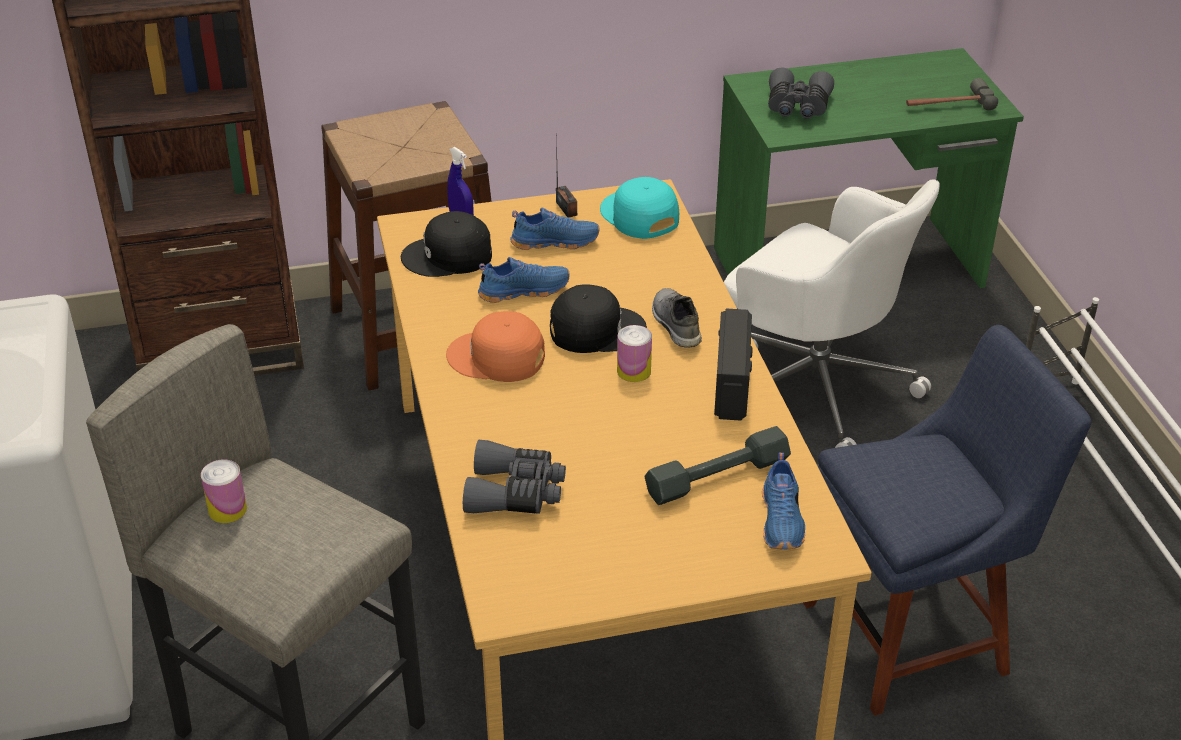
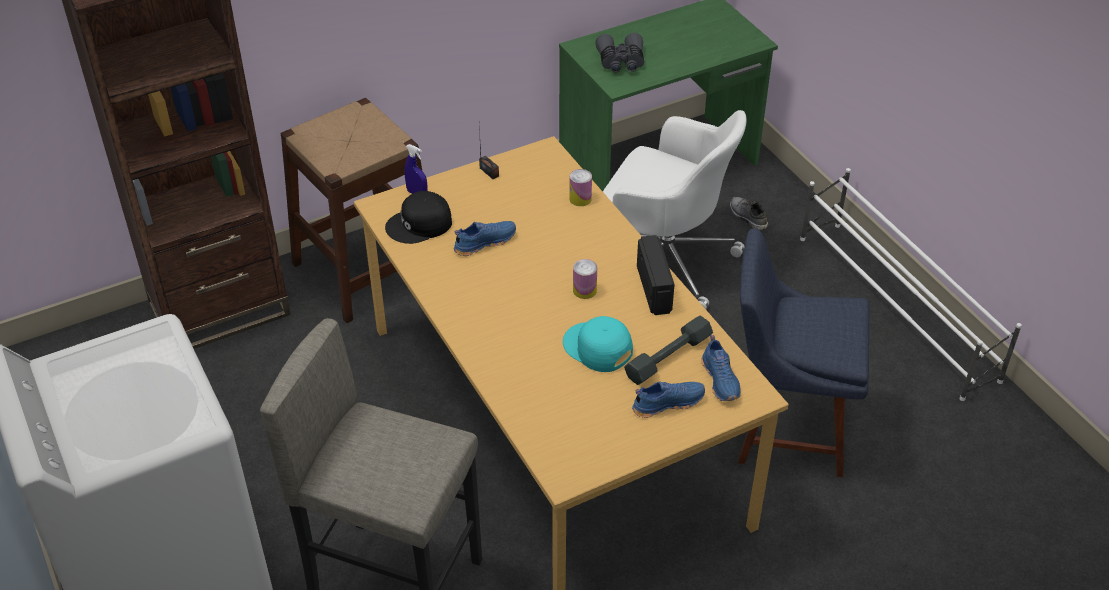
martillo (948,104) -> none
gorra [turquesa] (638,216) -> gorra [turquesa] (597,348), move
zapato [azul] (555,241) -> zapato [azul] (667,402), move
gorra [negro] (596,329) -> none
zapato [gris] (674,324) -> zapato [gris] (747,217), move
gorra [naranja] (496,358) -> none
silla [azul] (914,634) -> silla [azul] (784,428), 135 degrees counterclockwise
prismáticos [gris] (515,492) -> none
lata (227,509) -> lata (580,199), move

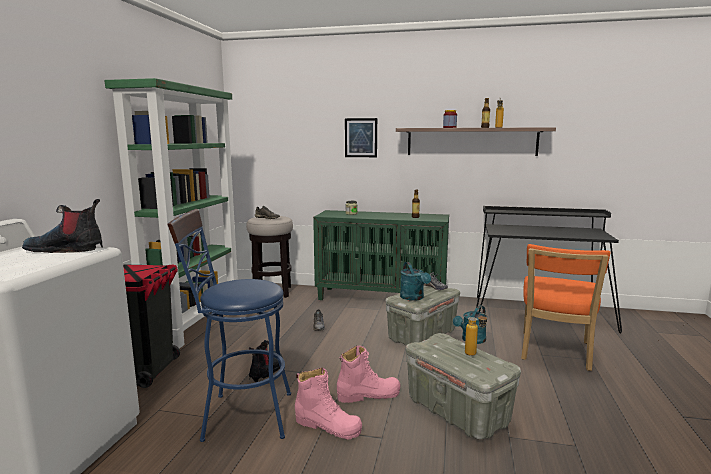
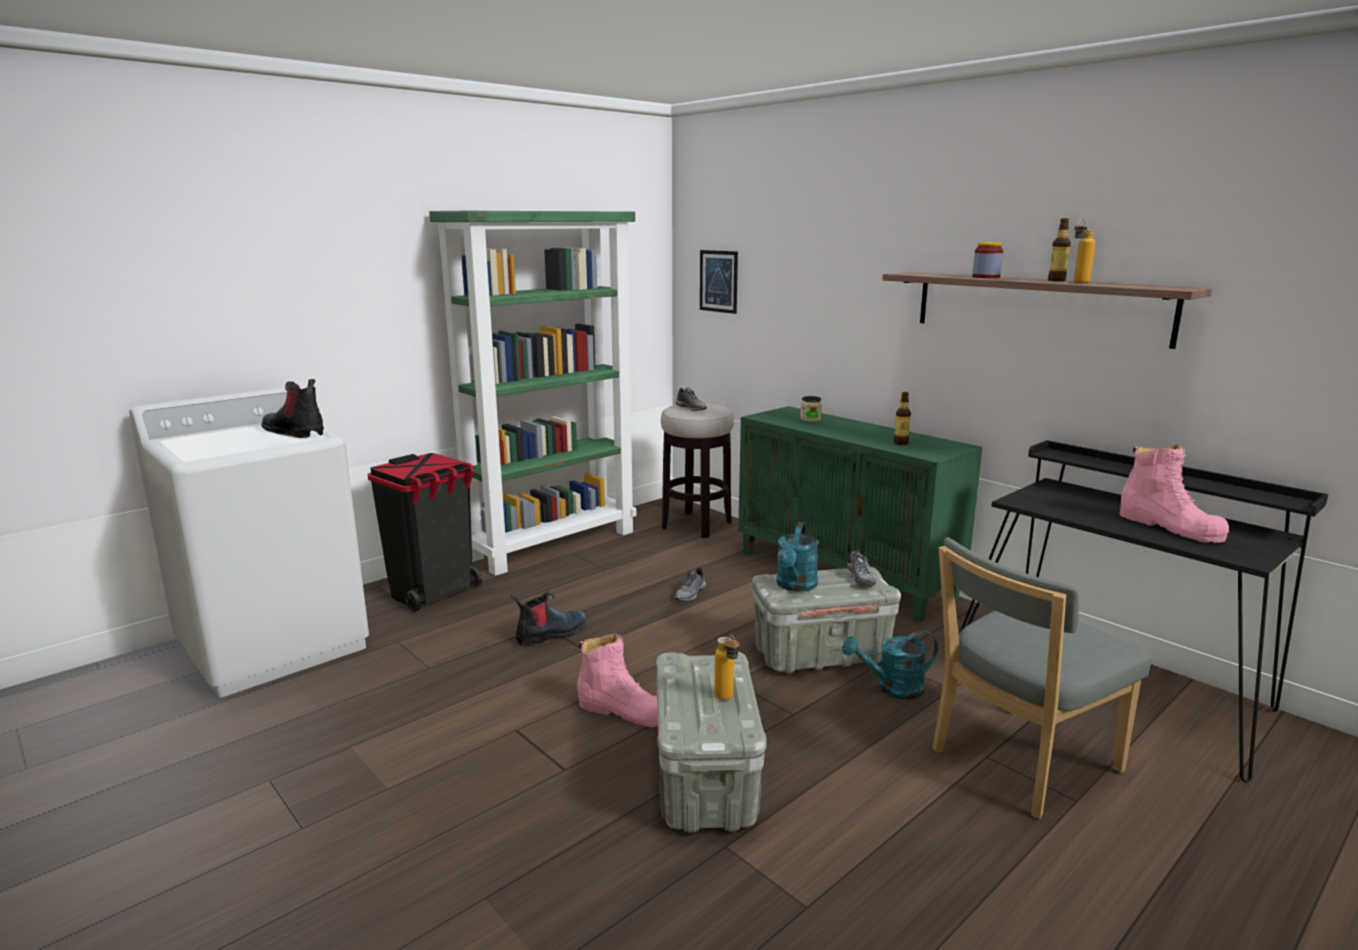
cuadro (361,137) -> cuadro (718,281), move
taburete [azul] (239,416) -> none
silla [naranja] (554,353) -> silla [gris] (1018,763)
bota [rosa] (328,425) -> bota [rosa] (1170,527), move

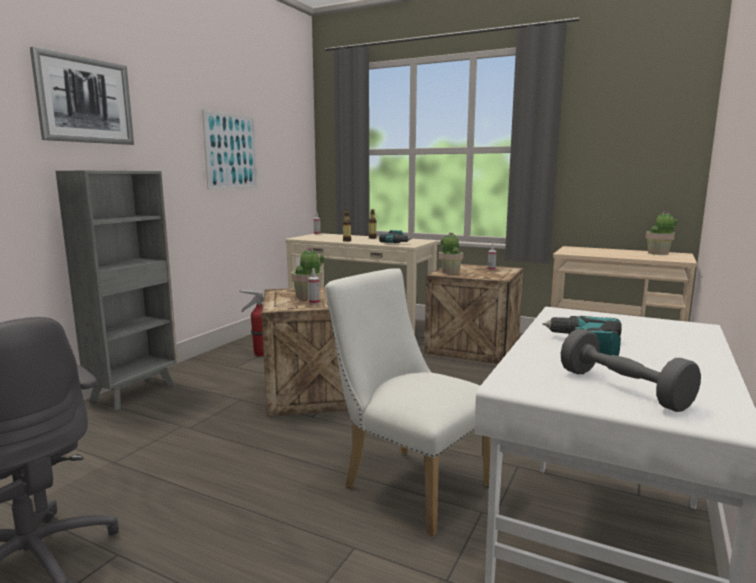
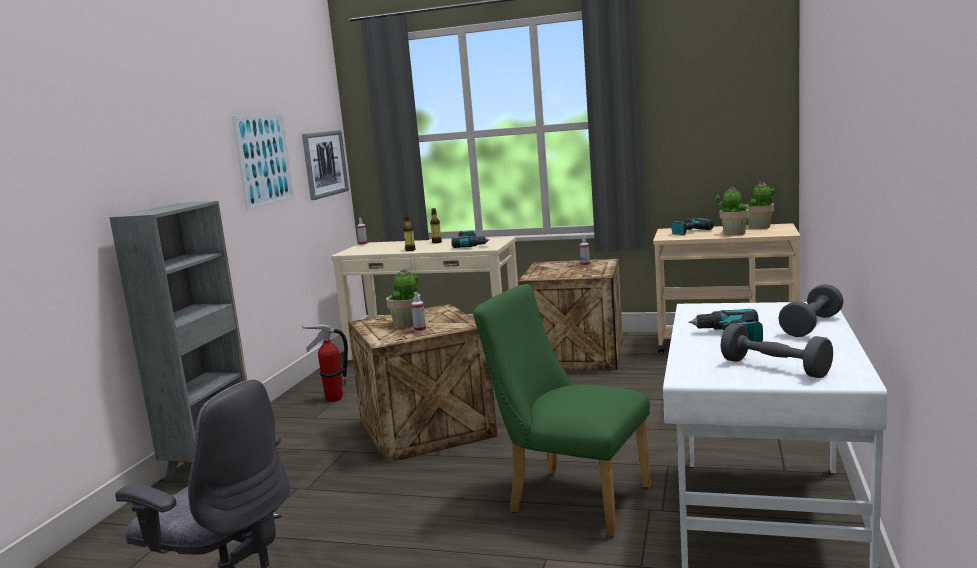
cuadro (85,100) -> cuadro (324,164), move
planta en maceta (450,272) -> planta en maceta (734,233), move
silla [blanco] (408,483) -> silla [verde] (569,498)
none -> taladro (688,231)
none -> mancuerna [gris] (811,325)

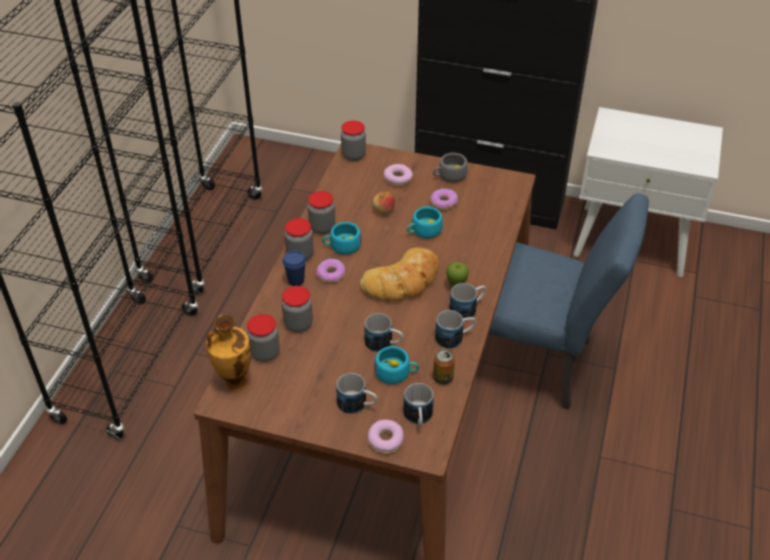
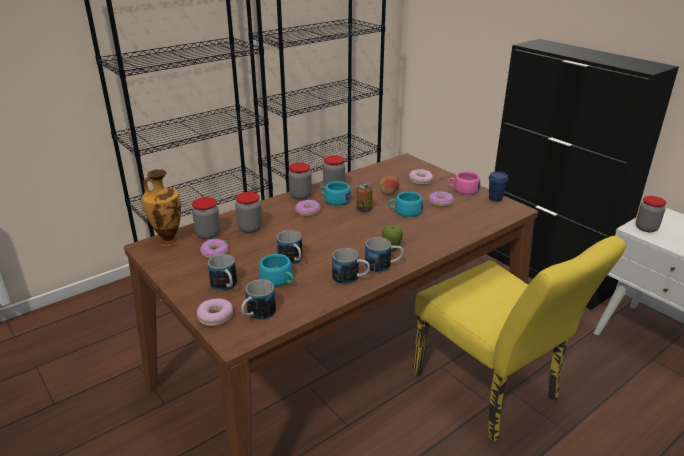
tarro (353,155) -> tarro (646,228), move
taza [gris] (449,176) -> taza [rosa] (462,190)
silla [azul] (535,363) -> silla [amarillo] (492,393)
pan (403,281) -> none
taza [azul] (296,280) -> taza [azul] (495,198), move
lata (443,378) -> lata (364,209), move
none -> rosquilla (215,252)

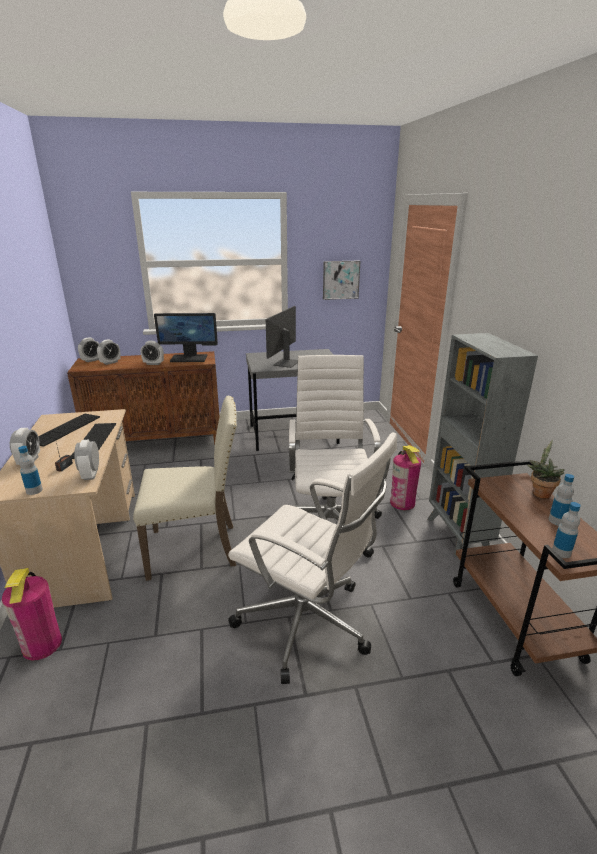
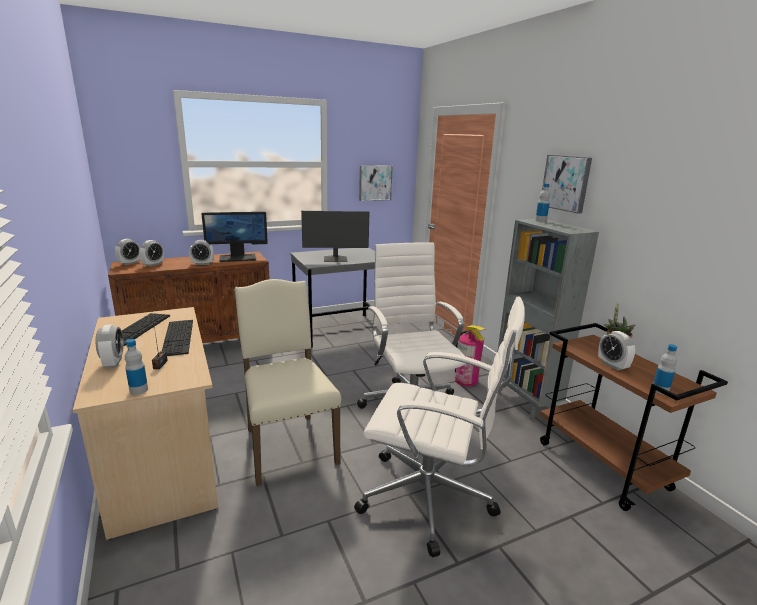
monitor (286,363) -> monitor (335,259), 105 degrees counterclockwise
silla [beis] (195,549) -> silla [beis] (288,445), 90 degrees counterclockwise
despertador (91,474) -> despertador (612,365), move
botella (557,521) -> botella (540,220), move
extintor (42,644) -> none
none -> cuadro (566,183)

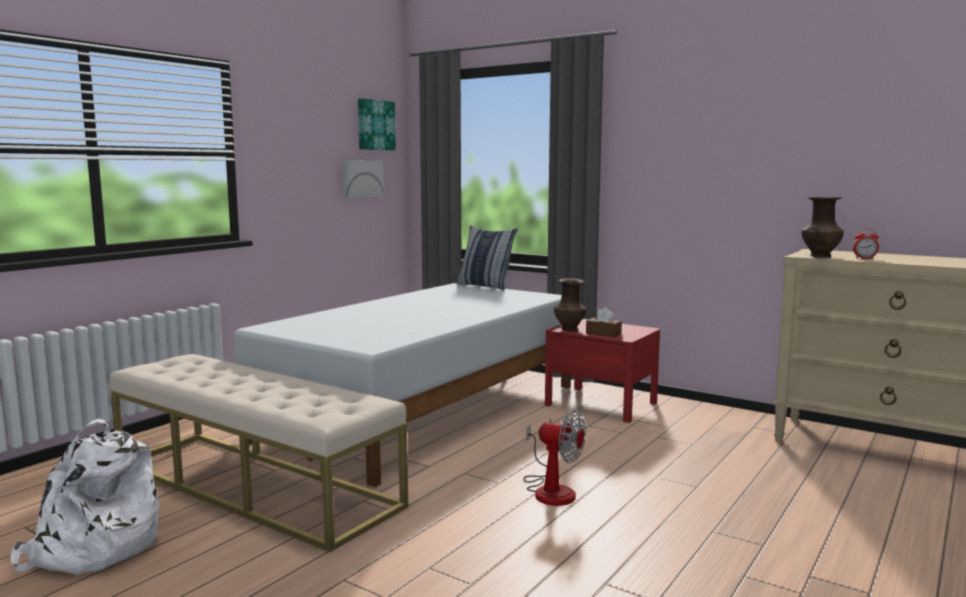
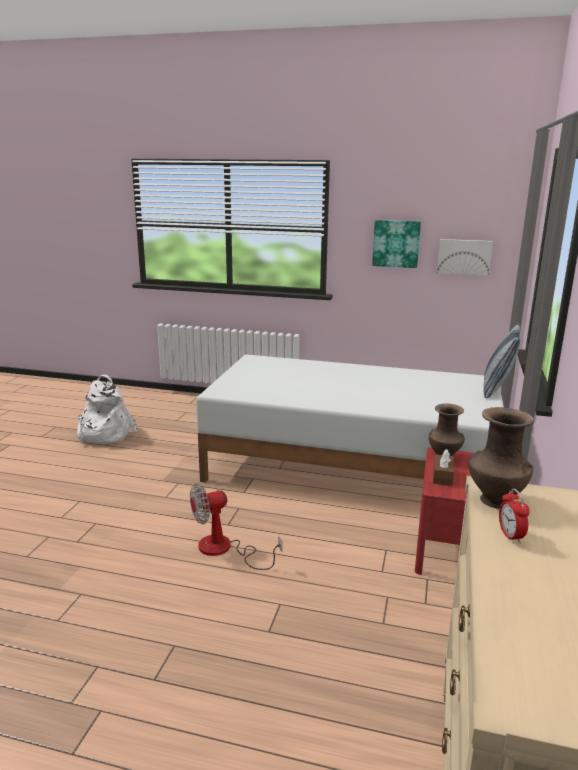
cuadro (375,125) -> cuadro (396,243), move
banco [beis] (253,484) -> none
ventilador (551,490) -> ventilador (224,550), 60 degrees clockwise

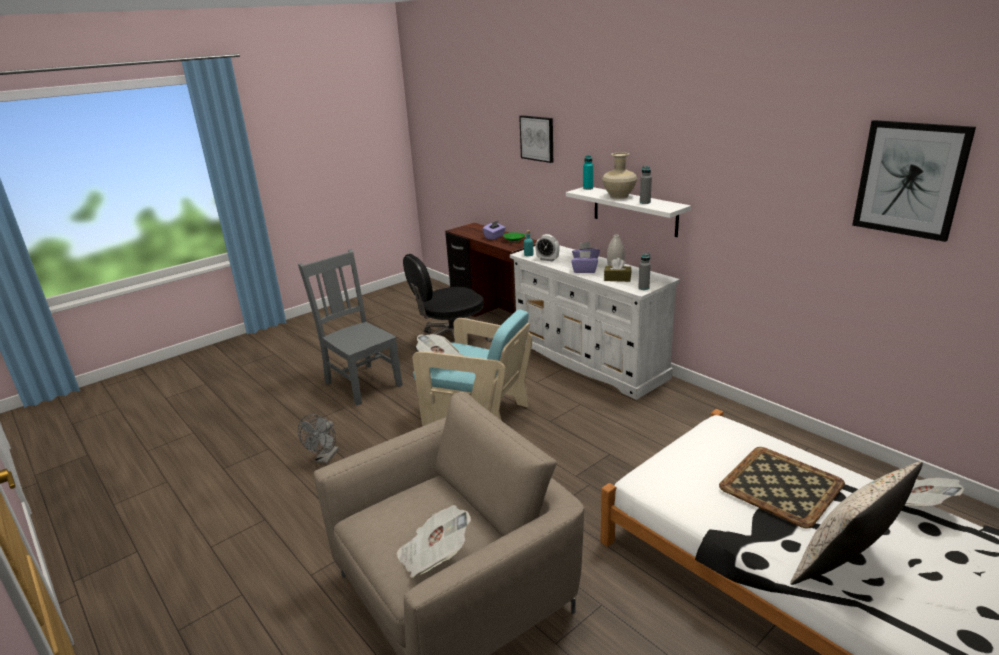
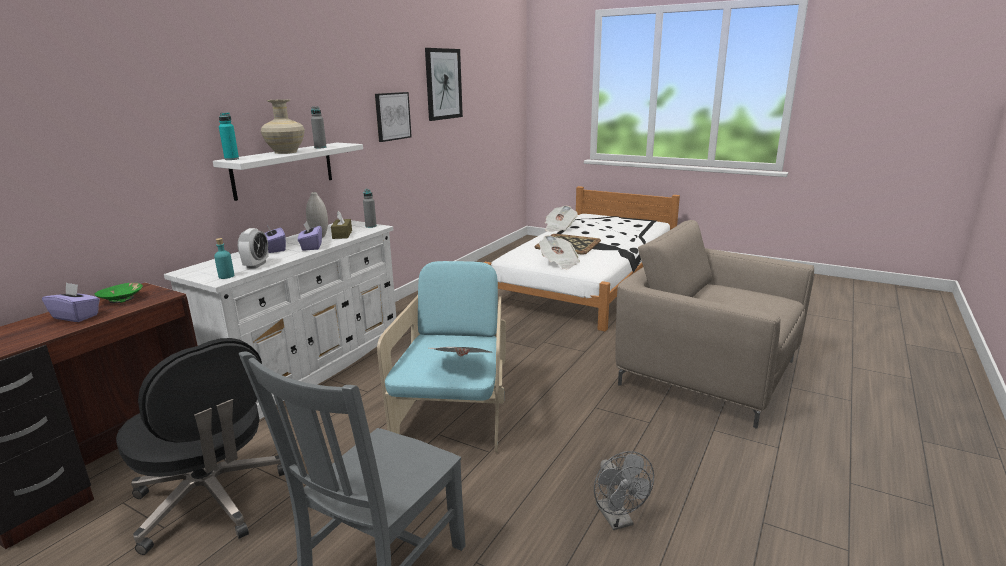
cuadro (537,138) -> cuadro (392,116), move
ventilador [gris] (325,459) -> ventilador [gris] (618,520), 75 degrees clockwise
cojín [beis] (845,566) -> none
periódico (434,555) -> periódico (559,263), move

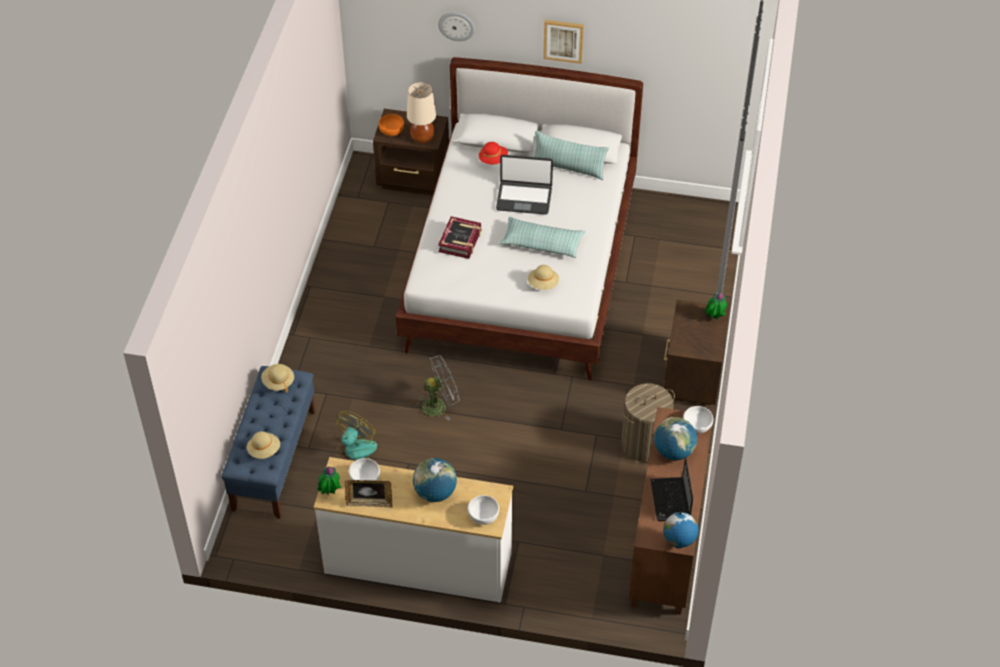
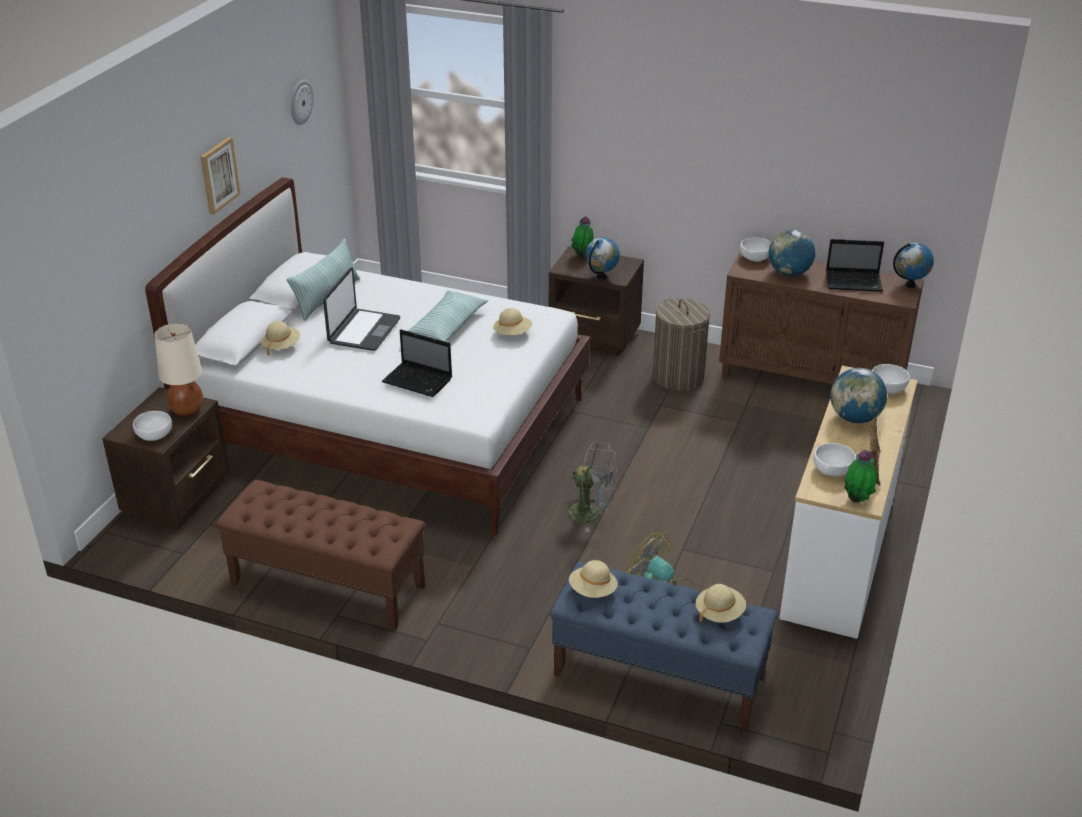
reloj de pared (456,25) -> reloj de pared (300,102), move
cuenco [naranja] (391,131) -> cuenco [blanco] (154,435)
sombrero [rojo] (493,159) -> sombrero [beis] (281,346)
libro (460,241) -> portátil (419,381)
ventilador [gris] (439,405) -> ventilador [gris] (591,514), 120 degrees clockwise
none -> globo terráqueo (602,277)
none -> banco [marrón] (327,585)

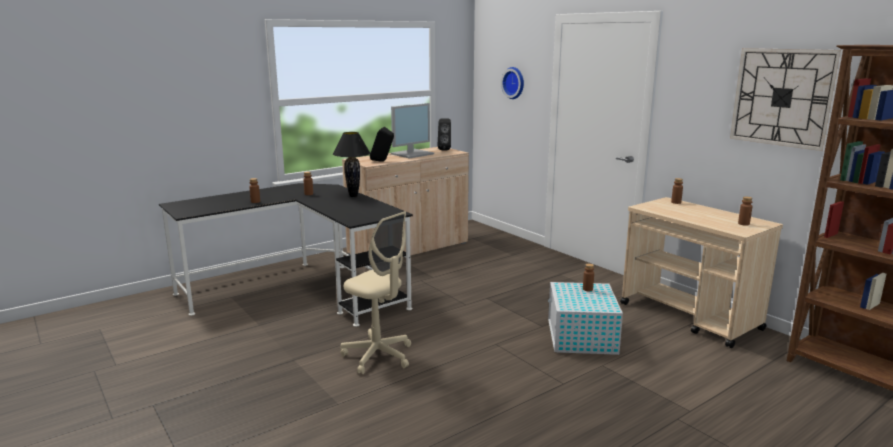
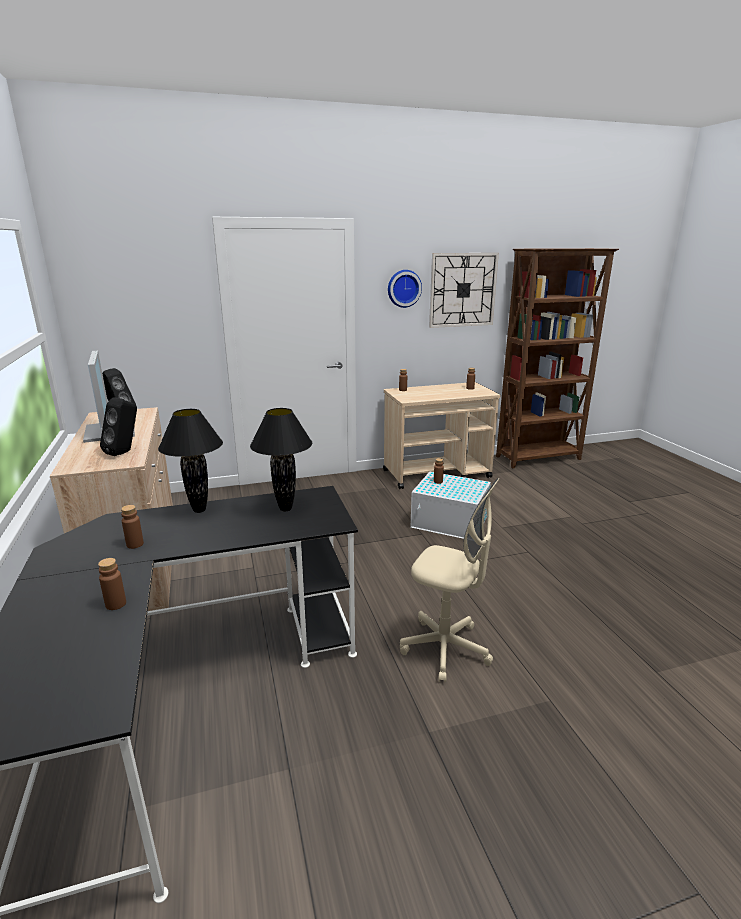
reloj de pared (514,83) -> reloj de pared (403,288), move
silla de oficina [beis] (378,356) -> silla de oficina [beis] (445,649), 60 degrees clockwise
none -> lámpara de mesa [negro] (285,509)

